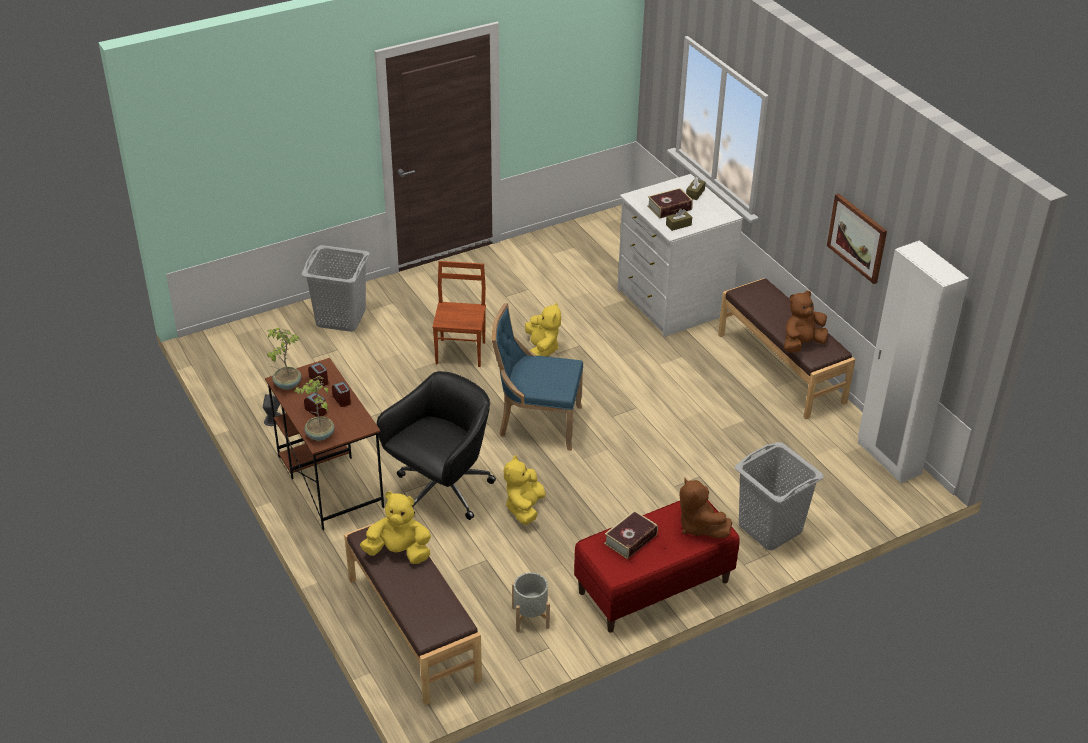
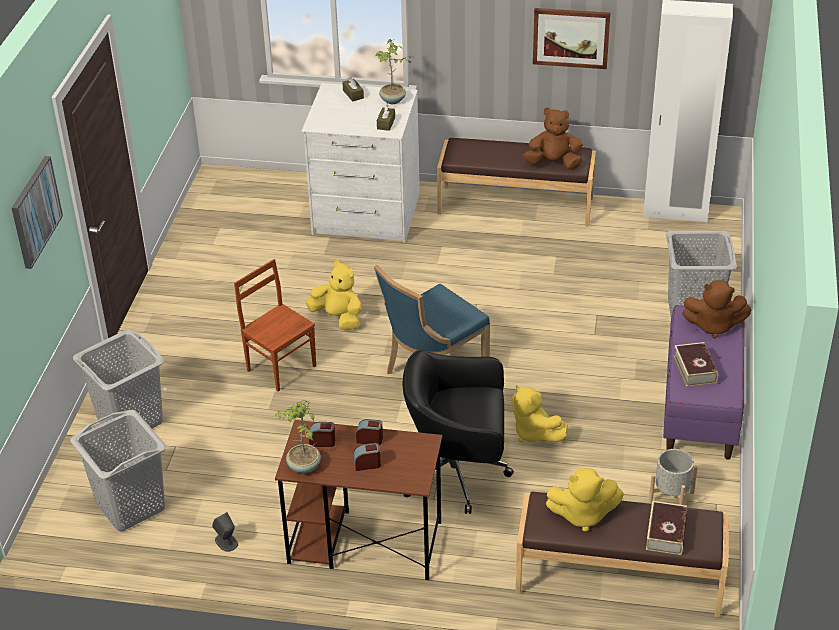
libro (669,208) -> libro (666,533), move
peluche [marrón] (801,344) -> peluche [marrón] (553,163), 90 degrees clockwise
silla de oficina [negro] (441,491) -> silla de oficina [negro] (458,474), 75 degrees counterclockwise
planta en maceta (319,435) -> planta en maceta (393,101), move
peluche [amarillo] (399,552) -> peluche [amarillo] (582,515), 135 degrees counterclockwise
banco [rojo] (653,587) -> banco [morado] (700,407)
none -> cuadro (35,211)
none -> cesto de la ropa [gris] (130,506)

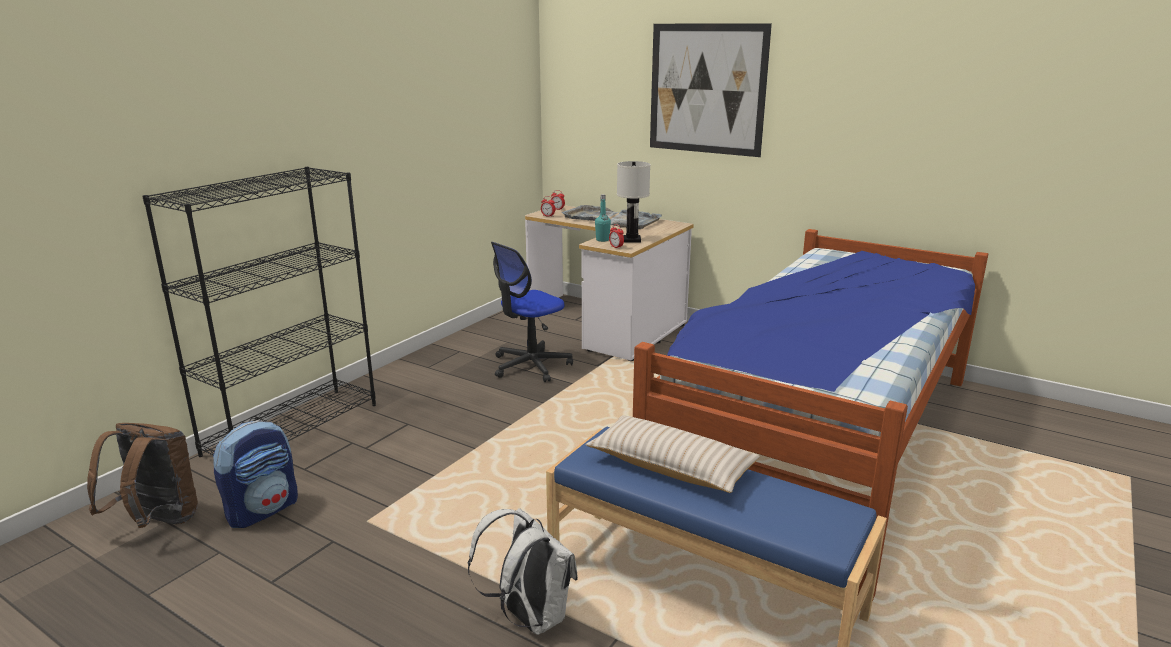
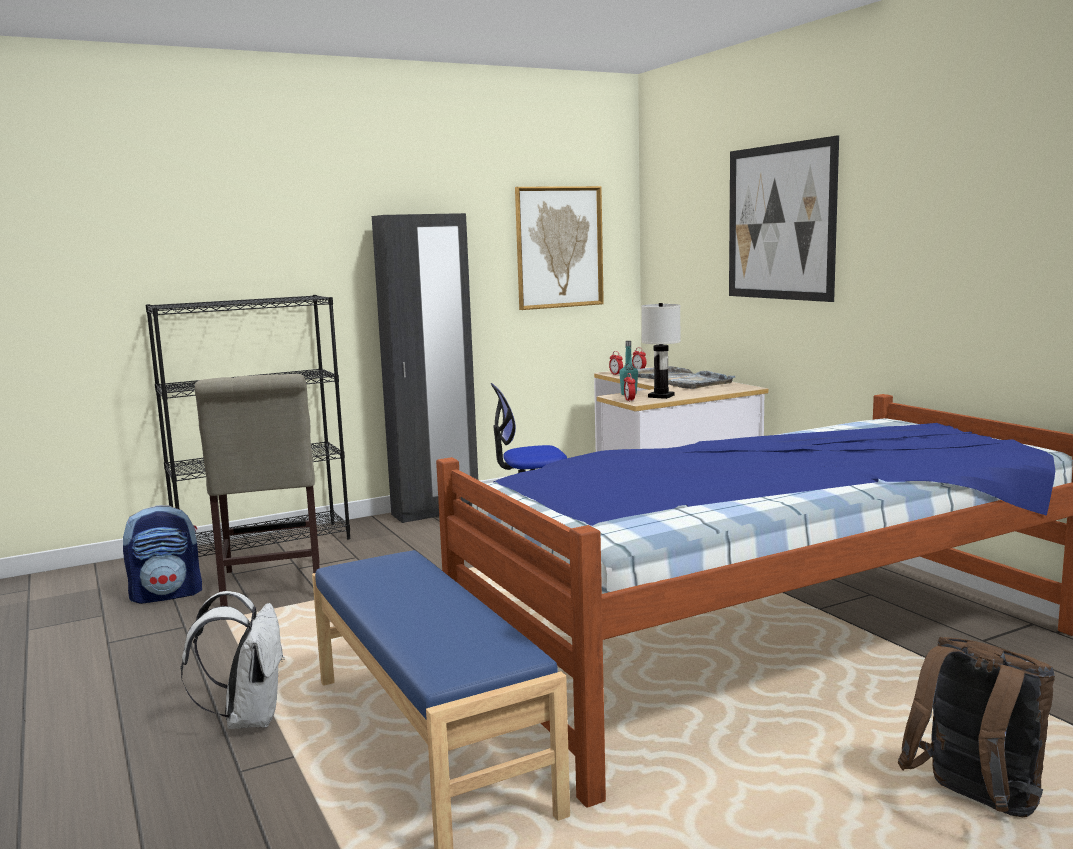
cojín [beis] (671,467) -> none
mochila [marrón] (157,522) -> mochila [marrón] (974,804), move
none -> cuadro (559,247)
none -> armario ropero [negro] (435,512)
none -> silla [beis] (271,586)

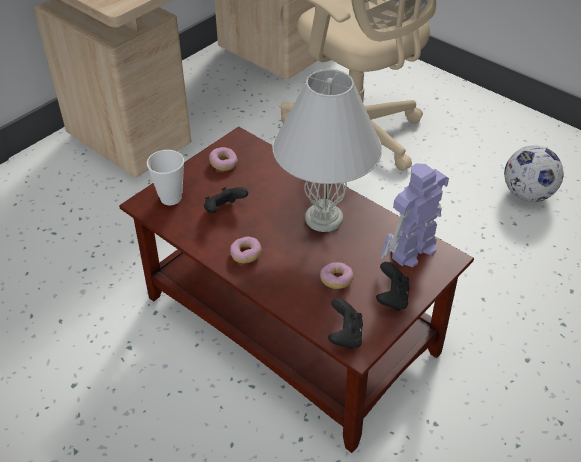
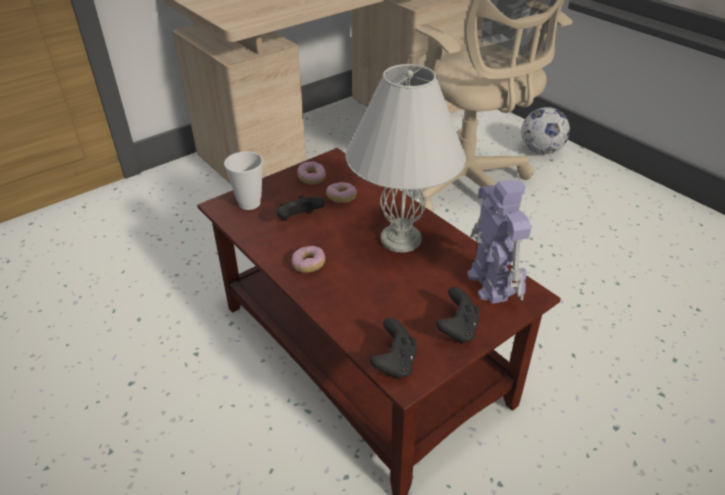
balón de fútbol (526,194) -> balón de fútbol (540,151), move
robot de juguete (411,250) -> robot de juguete (490,282), 105 degrees clockwise
rosquilla (336,280) -> rosquilla (341,198), move

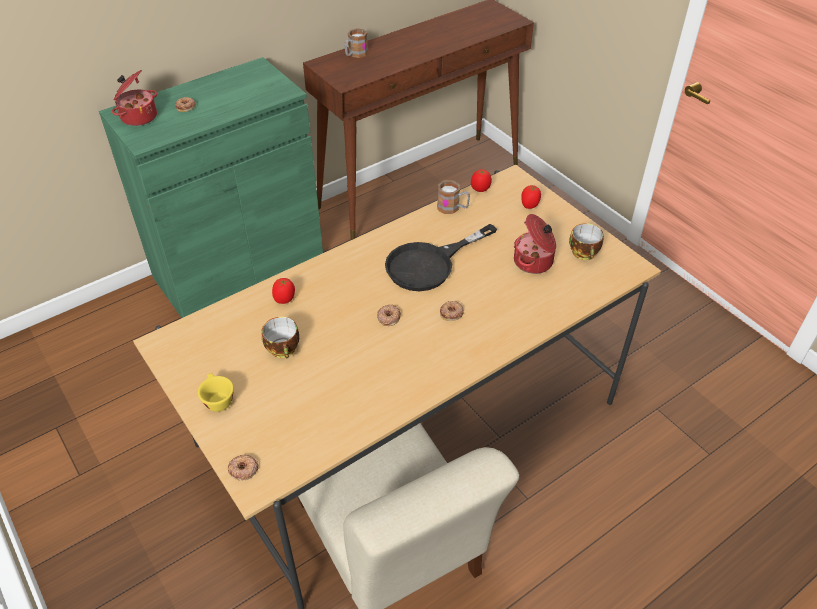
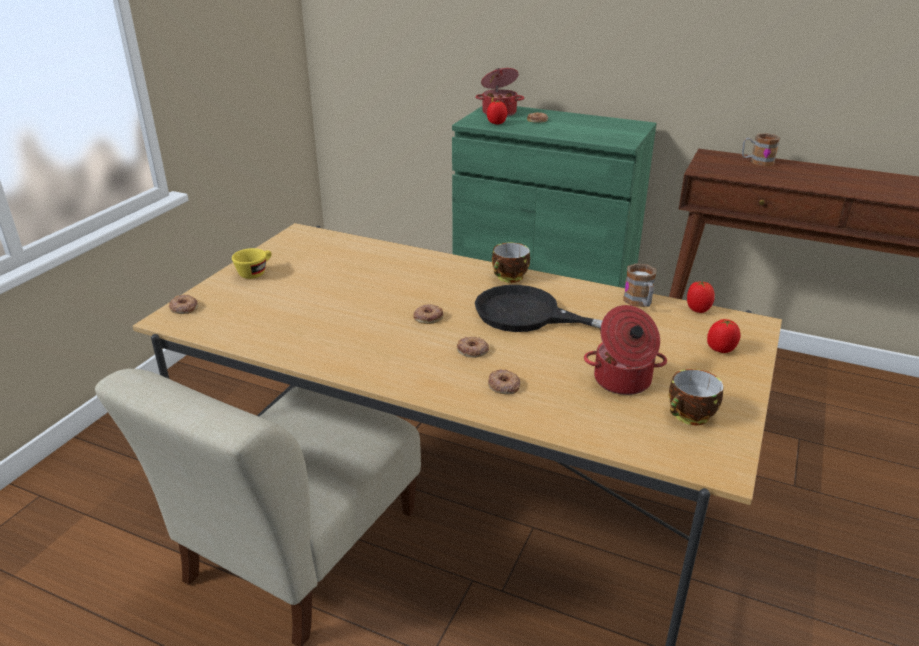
tomate (285,299) -> tomate (496,123), move
taza (284,349) -> taza (509,278), move
none -> rosquilla (503,385)

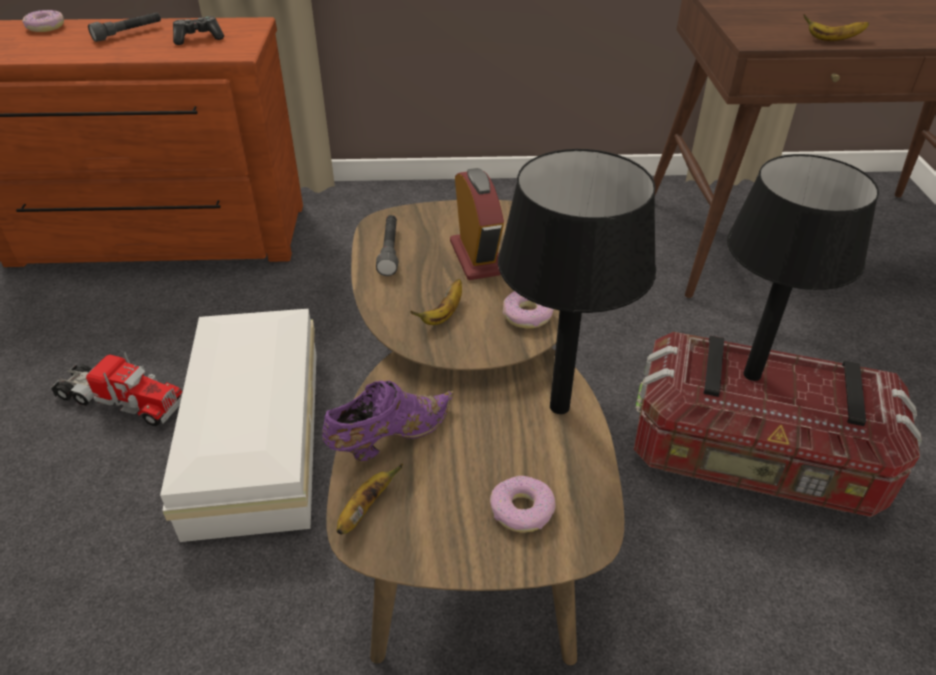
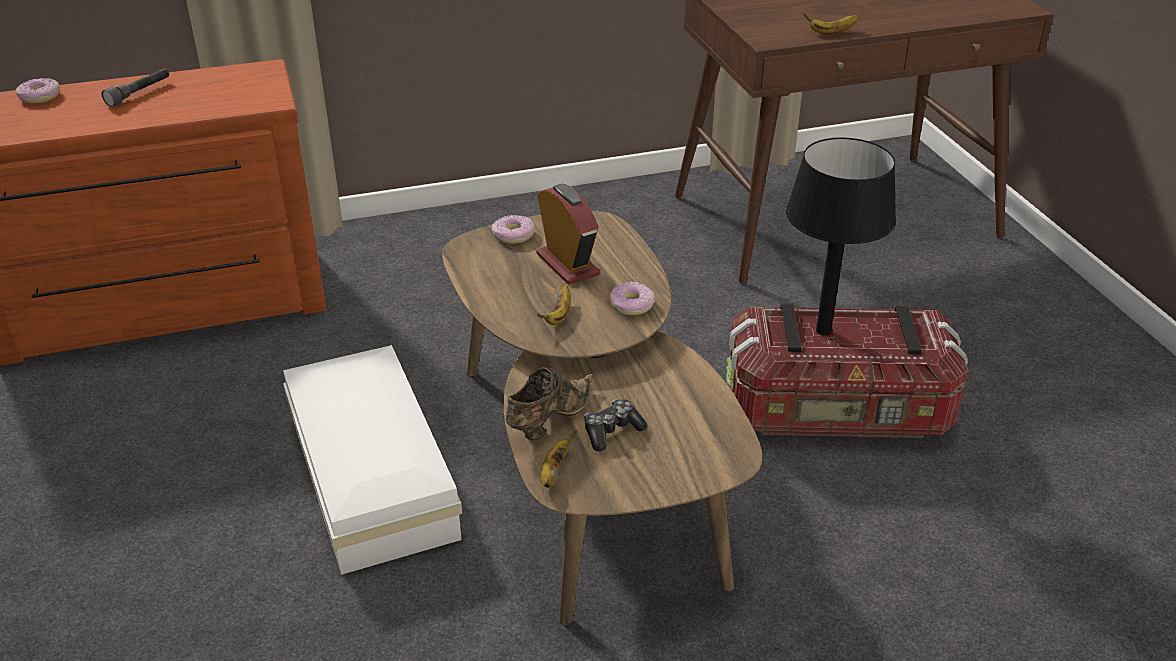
mando de consola (198,38) -> mando de consola (612,431), move
lámpara de mesa [negro] (560,407) -> none
linterna [gris] (389,251) -> none
camión de juguete (120,400) -> none
zapato [morado] (388,438) -> zapato [marrón] (548,420)
rosquilla (522,511) -> rosquilla (514,235), move

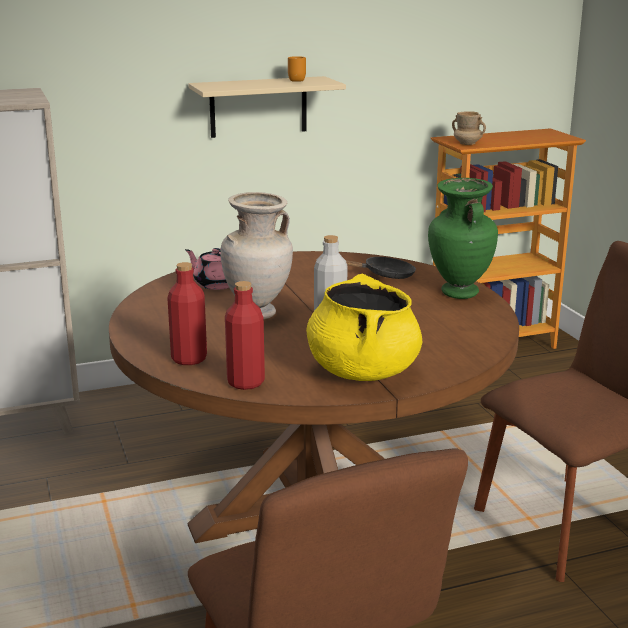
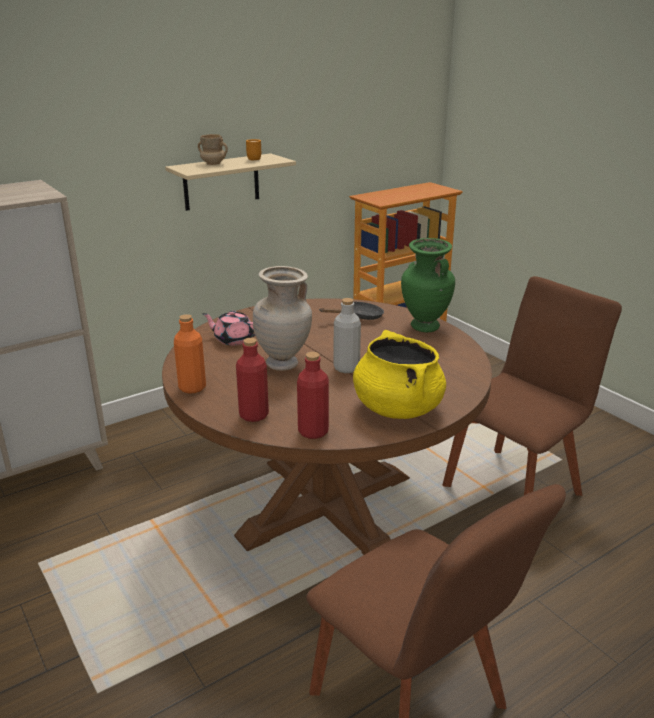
taza grande [beis] (467,143) -> taza grande [beis] (213,163), move
none -> botella [naranja] (192,387)

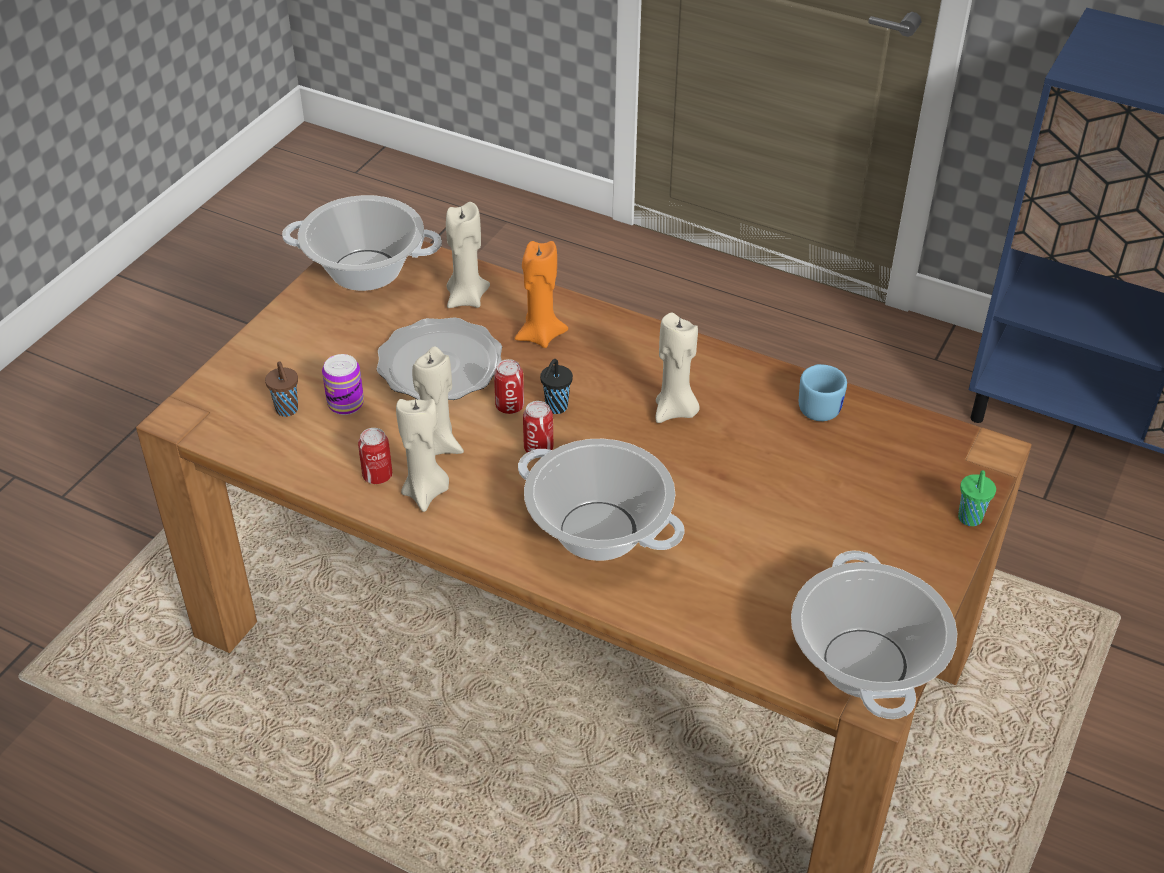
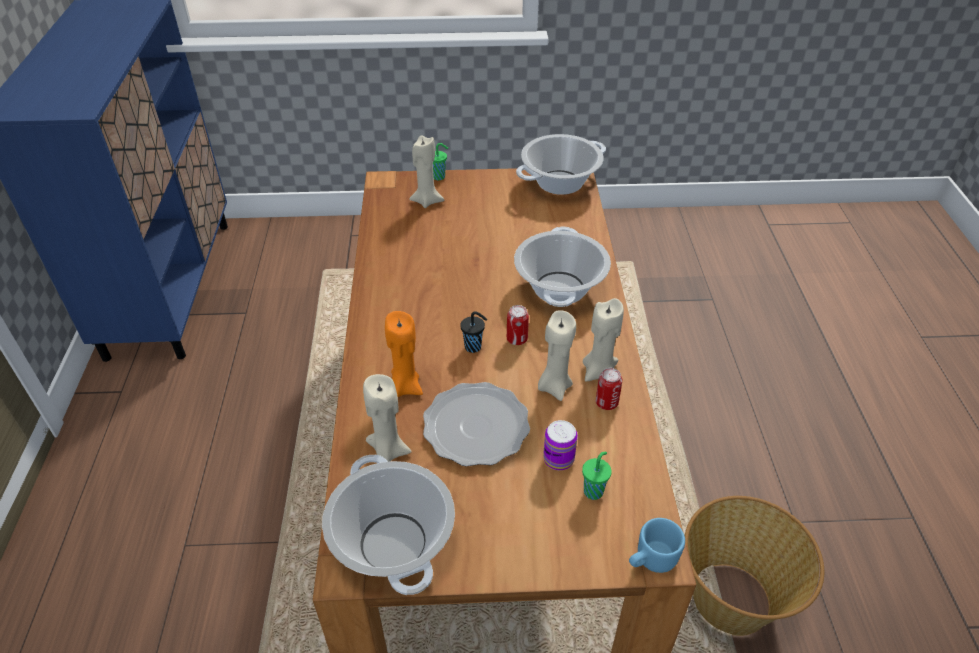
vela [beis] (675,411) -> vela [beis] (427,201), move
lata (509,406) -> none
taza [marrón] (287,410) -> taza [verde] (594,491)
taza grande [azul] (819,405) -> taza grande [azul] (650,560), move
none -> cesta (732,599)

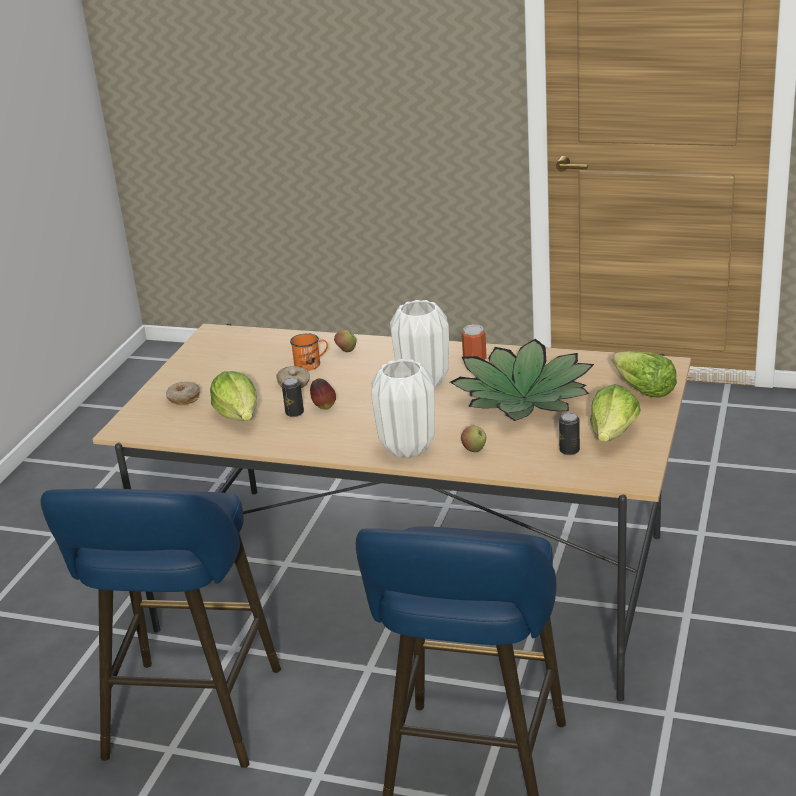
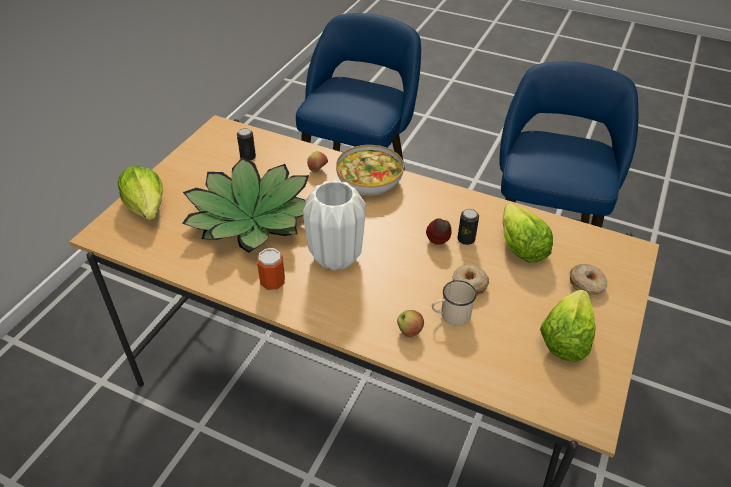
taza grande [naranja] (311,364) -> taza grande [beis] (451,315)
florero [blanco] (407,447) -> cuenco (369,181)
lechuga (613,434) -> lechuga (565,338), move

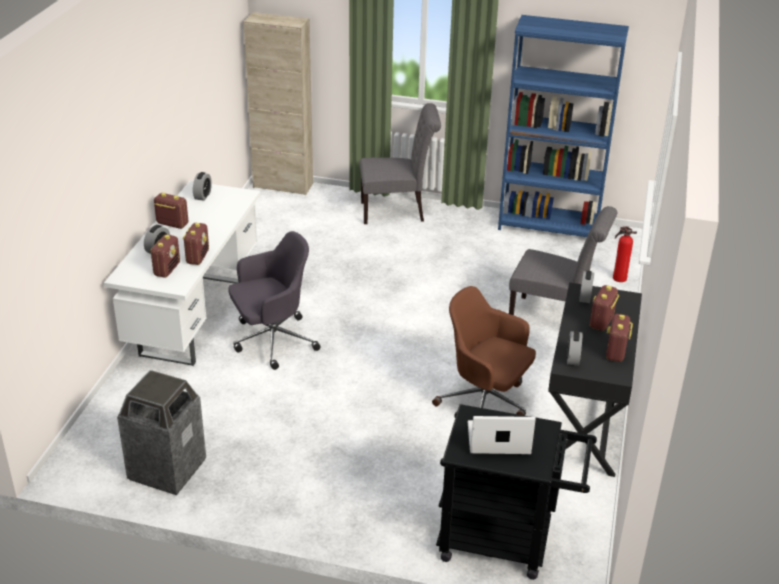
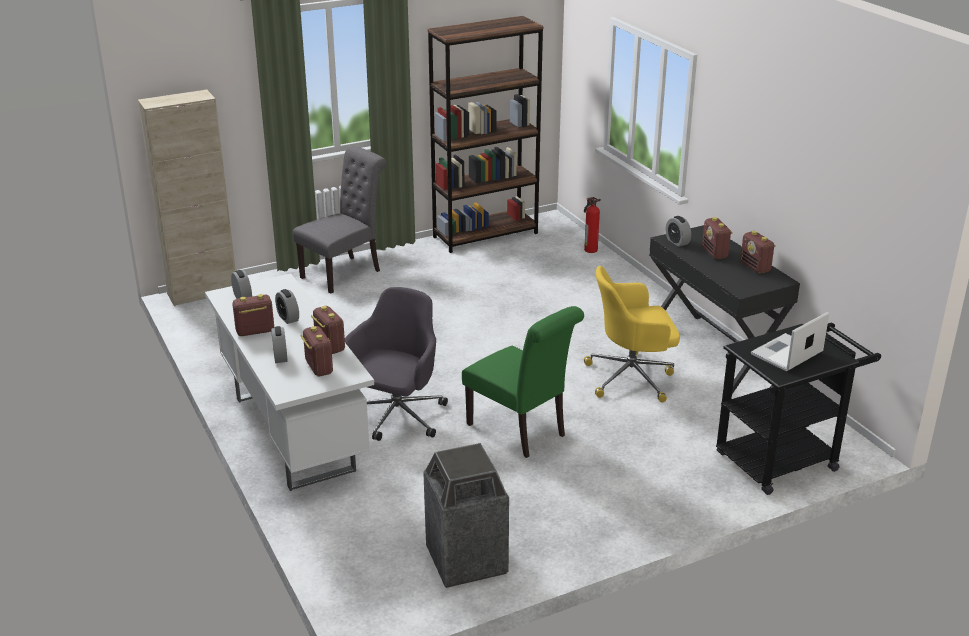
estantería [azul] (549,226) -> estantería [marrón] (485,235)
silla [gris] (553,318) -> none
silla de oficina [marrón] (485,404) -> silla de oficina [amarillo] (632,377)
despertador (573,358) -> despertador (288,318), move
none -> silla [verde] (521,432)

